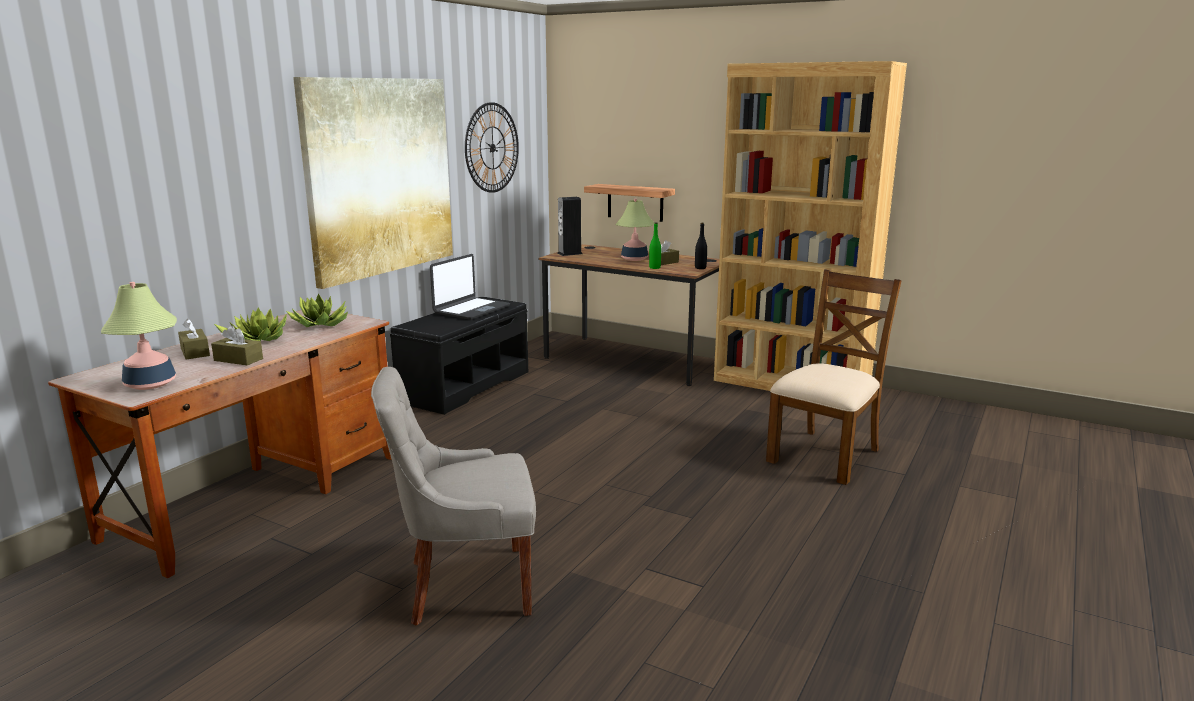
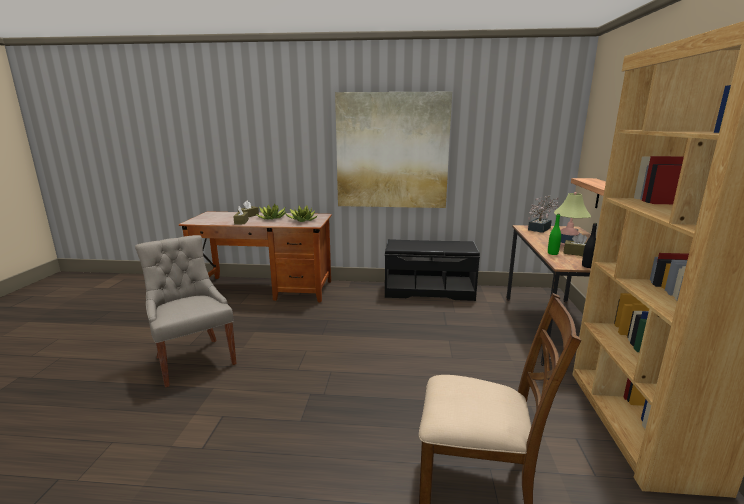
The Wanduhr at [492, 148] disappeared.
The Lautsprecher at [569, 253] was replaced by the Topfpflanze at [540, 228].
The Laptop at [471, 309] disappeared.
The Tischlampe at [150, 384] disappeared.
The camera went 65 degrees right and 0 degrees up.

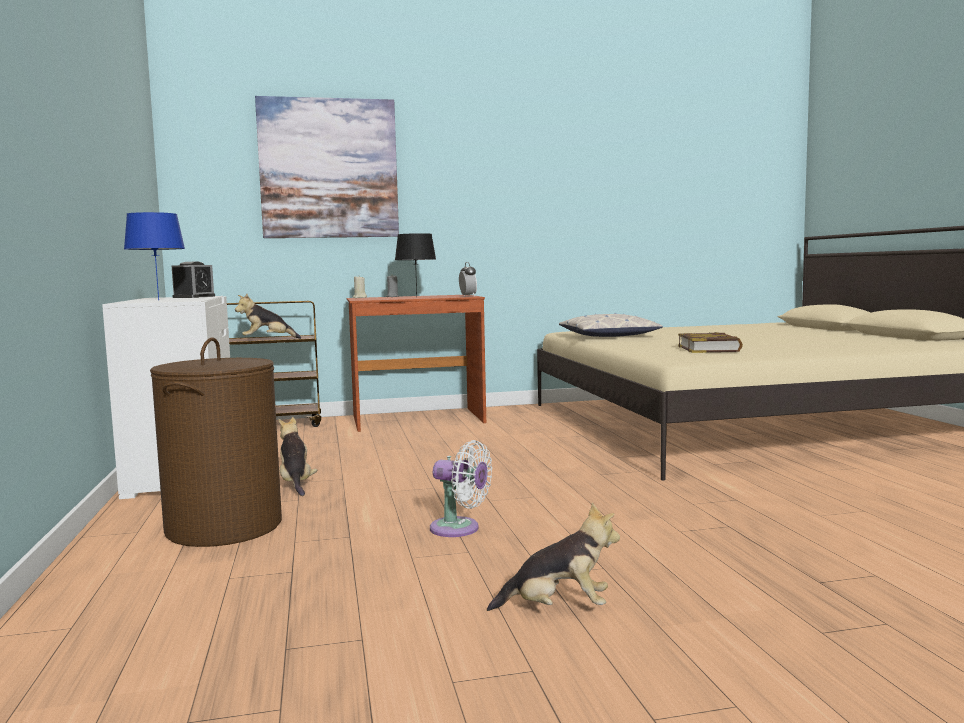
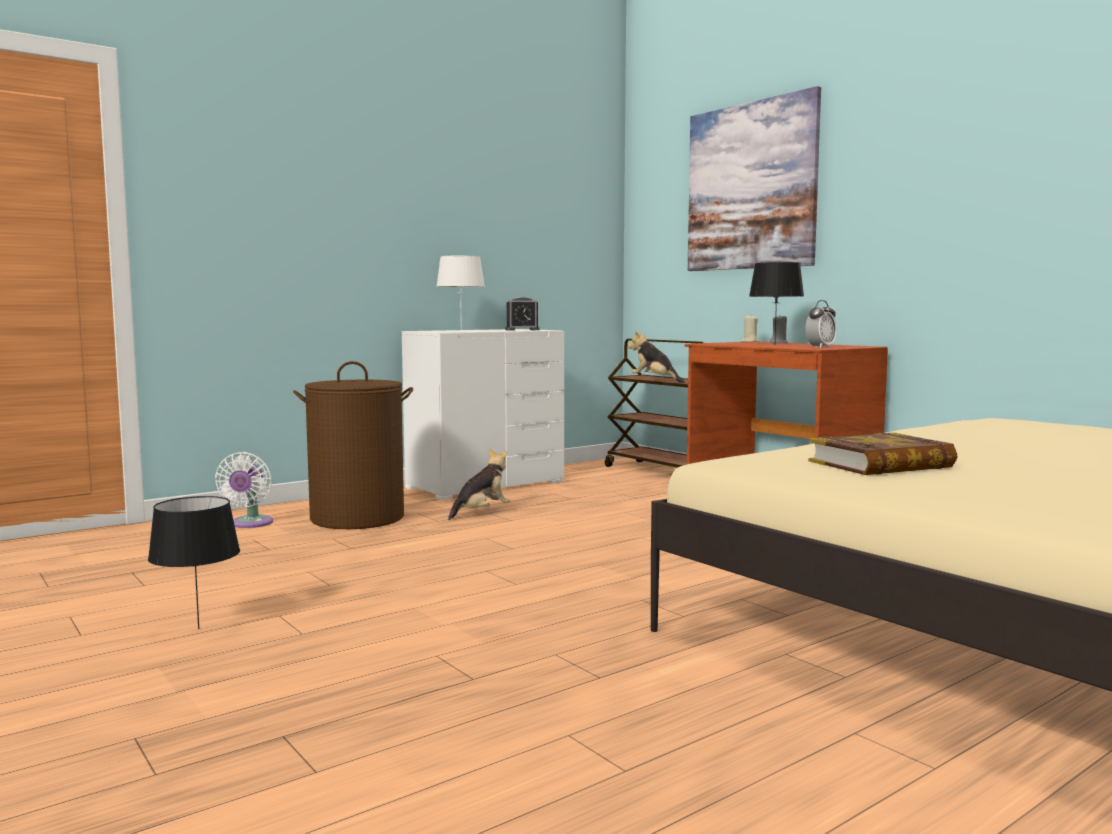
The Tischlampe [blau] at [159, 300] became the Tischlampe [weiß] at [461, 330].
The Kissen at [608, 336] disappeared.
The Ventilator [weiß] moved from [459, 529] to [250, 524].
The Plüschtier at [558, 608] was replaced by the Tischlampe [schwarz] at [198, 628].
The camera went 65 degrees right and 0 degrees up.

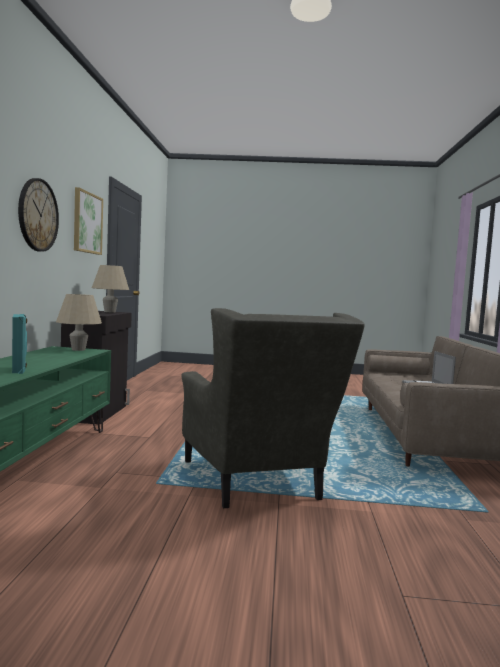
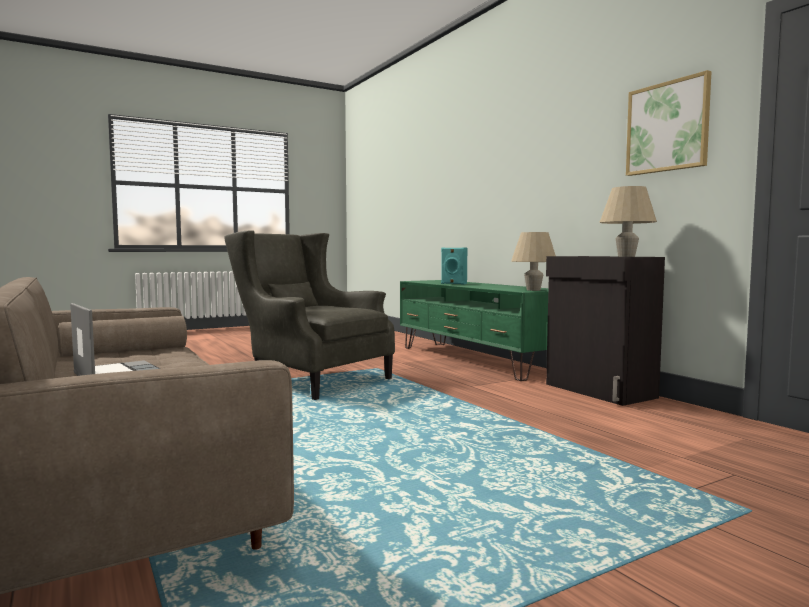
The Wanduhr at [38, 215] disappeared.
The camera went 145 degrees right and 0 degrees up.

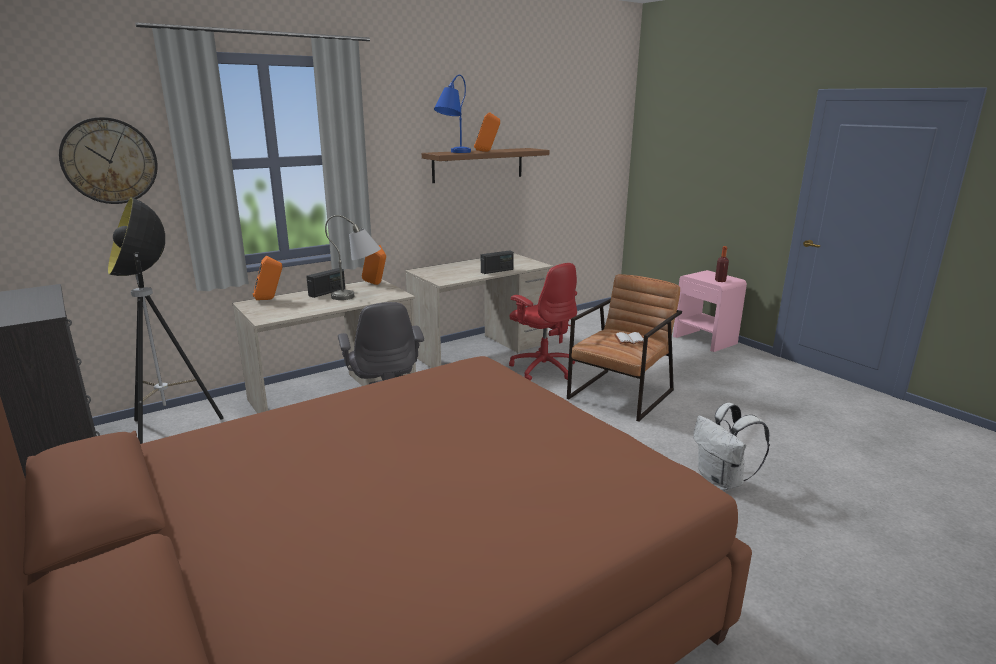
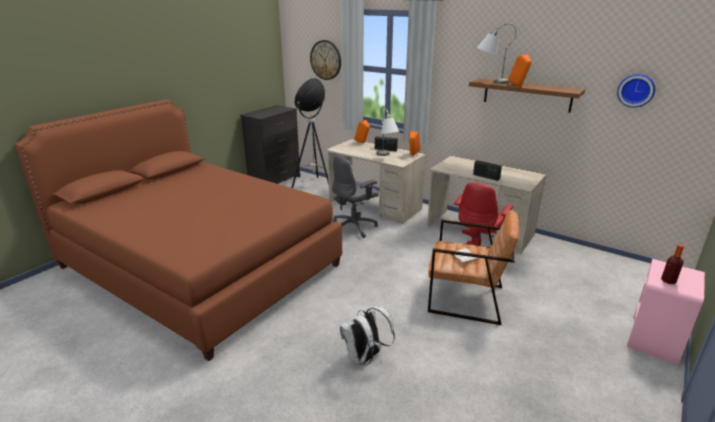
The Tischlampe [blau] at [453, 153] became the Tischlampe [grau] at [490, 82].
The Wanduhr at [636, 90] appeared.
The camera went 70 degrees right and 5 degrees up.

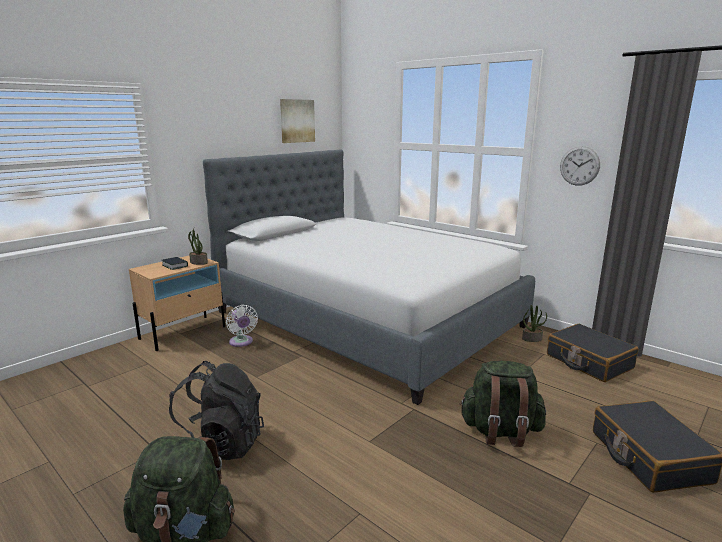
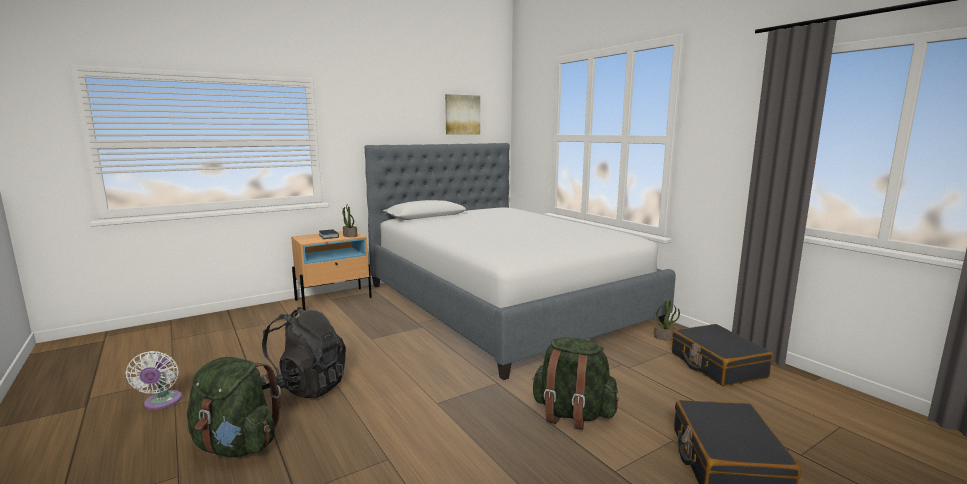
The Wanduhr at [579, 166] disappeared.
The Ventilator [weiß] moved from [241, 342] to [162, 402].
The camera went 15 degrees right and 5 degrees down.

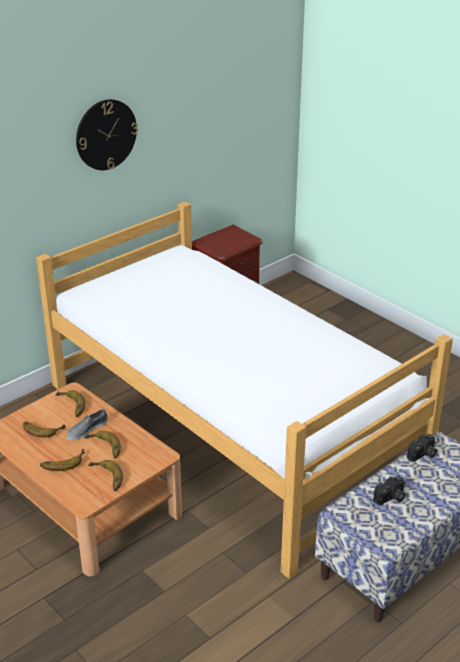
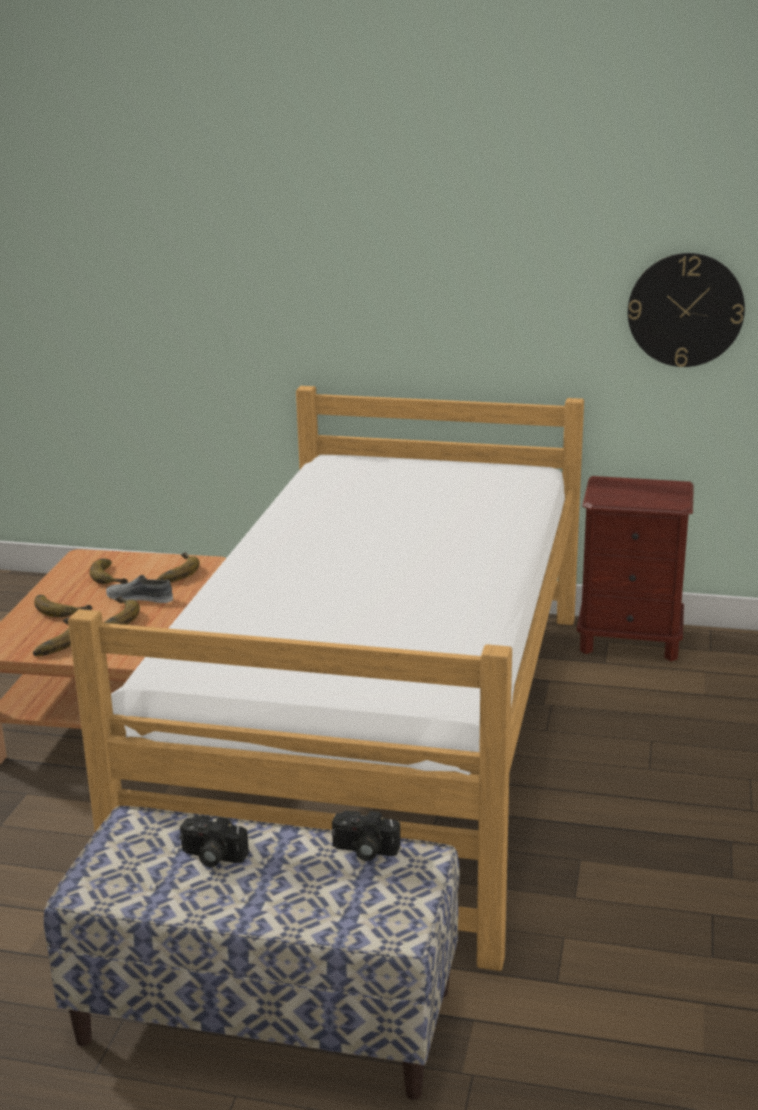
The Wanduhr moved from [106, 134] to [685, 310].
The camera went 55 degrees right and 10 degrees down.

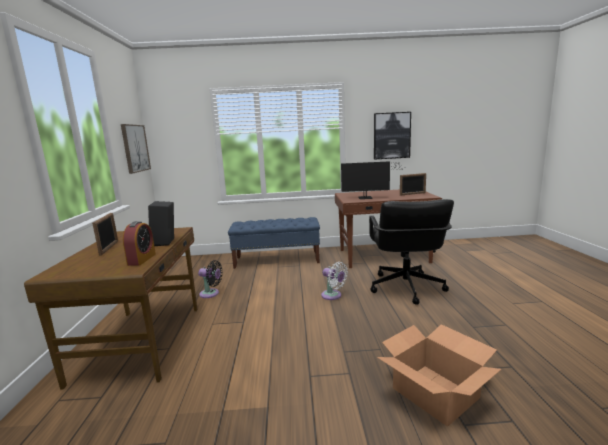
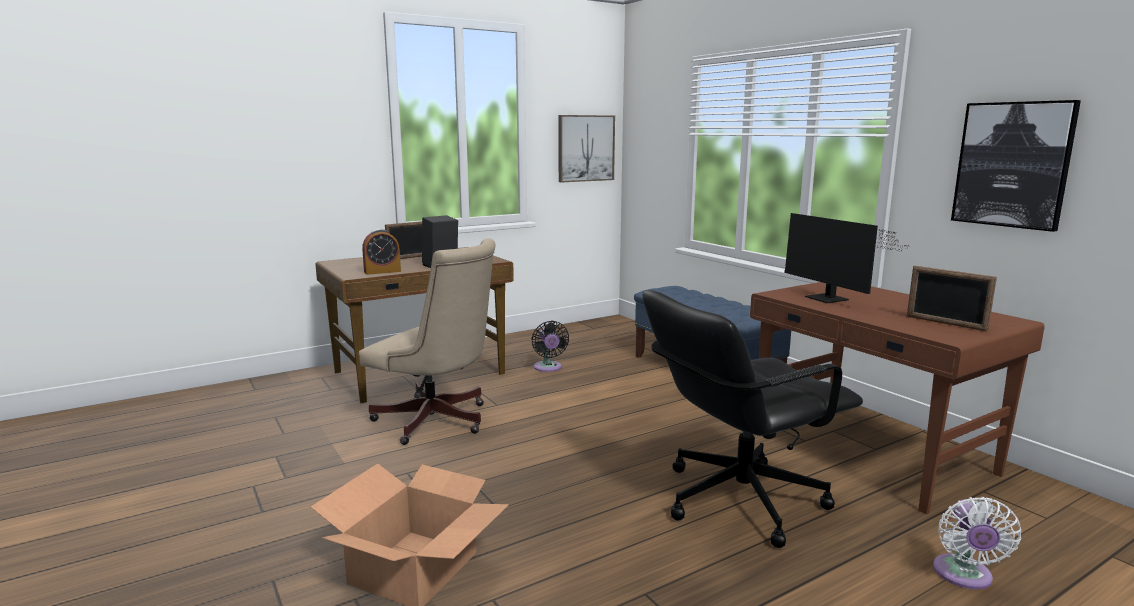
The Ventilator [weiß] moved from [333, 296] to [964, 576].
The Bürostuhl [beige] at [437, 422] appeared.
The camera went 60 degrees right and 0 degrees up.

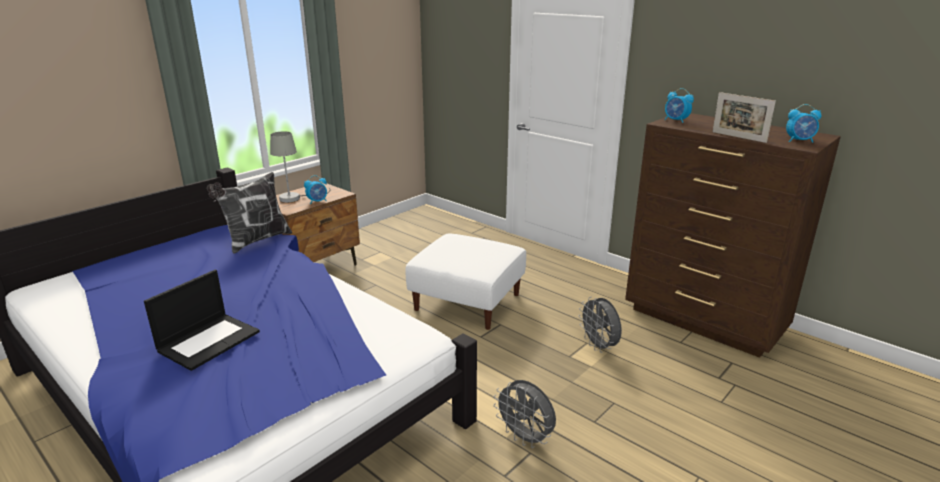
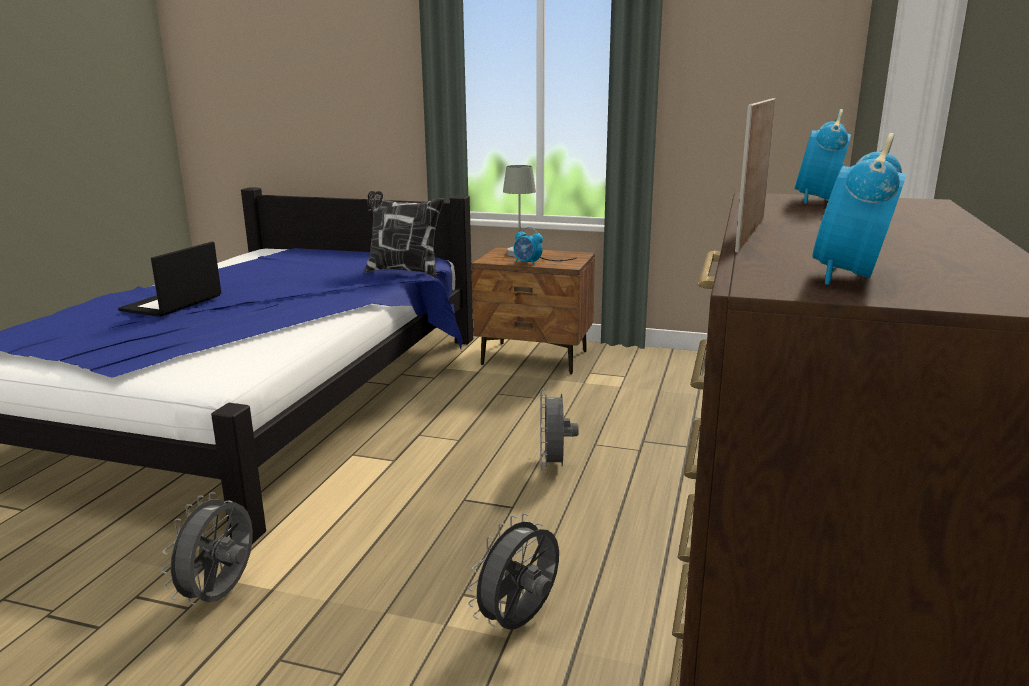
The Wecker at [799, 141] turned 45 degrees clockwise.
The Polsterhocker [weiß] at [468, 302] was replaced by the Ventilator [grau] at [554, 466].
The Laptop at [209, 340] turned 105 degrees clockwise.
The camera went 65 degrees right and 5 degrees down.

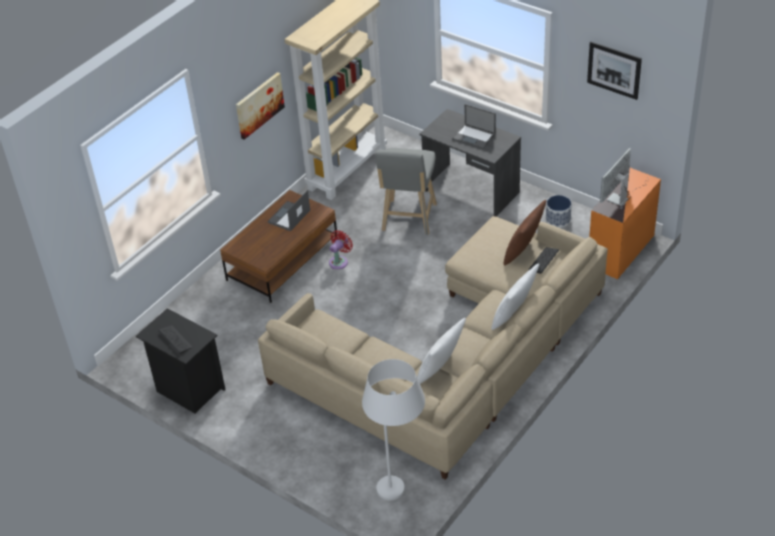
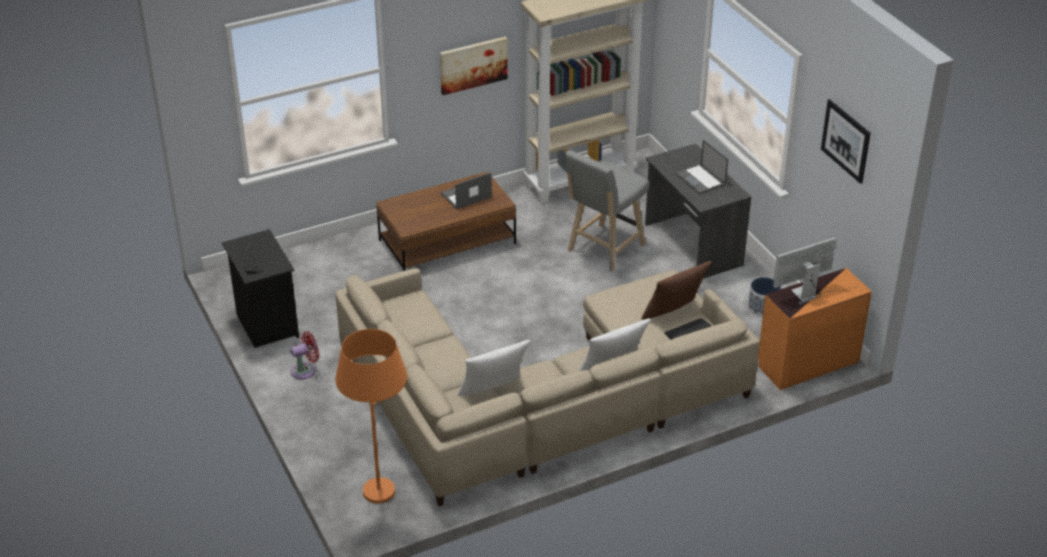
The Ventilator [rot] moved from [339, 261] to [305, 370].
The Stehlampe [weiß] at [400, 498] became the Stehlampe [orange] at [381, 504].
The camera went 25 degrees right and 5 degrees down.

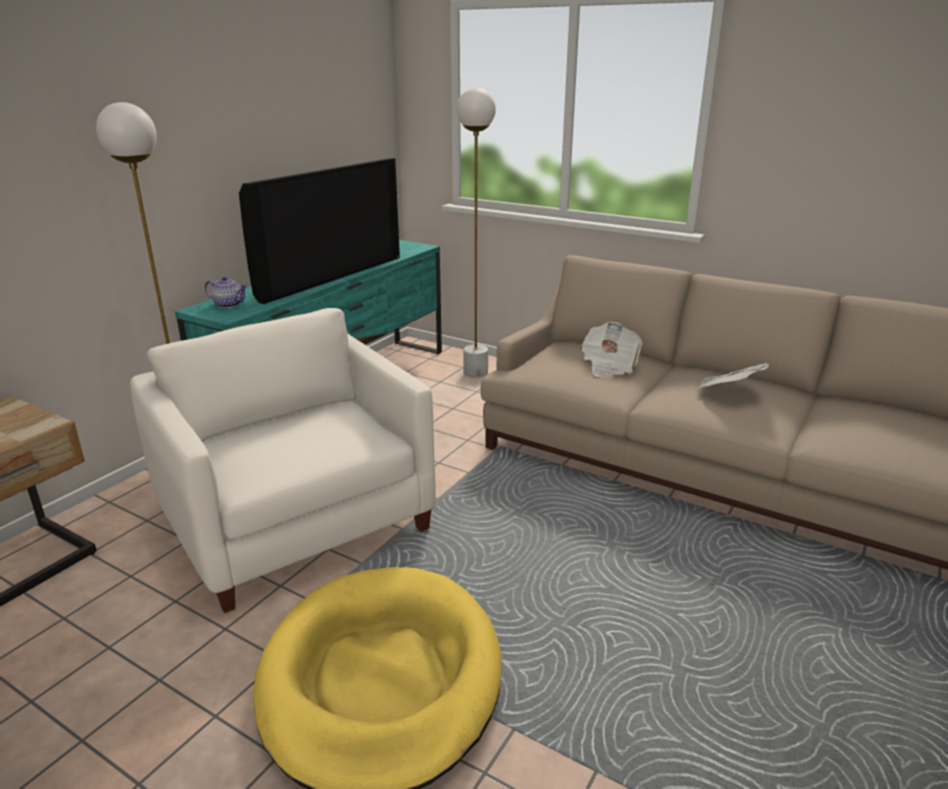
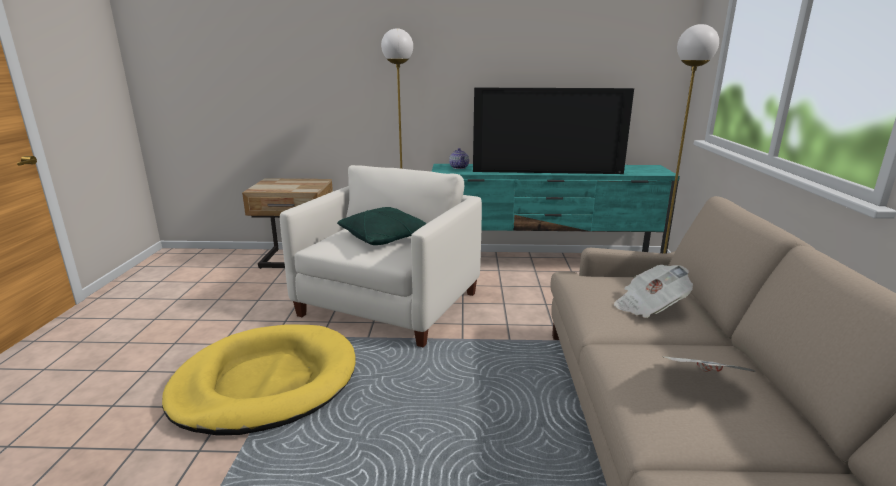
The Kissen [grün] at [385, 238] appeared.
The camera went 60 degrees right and 5 degrees down.

